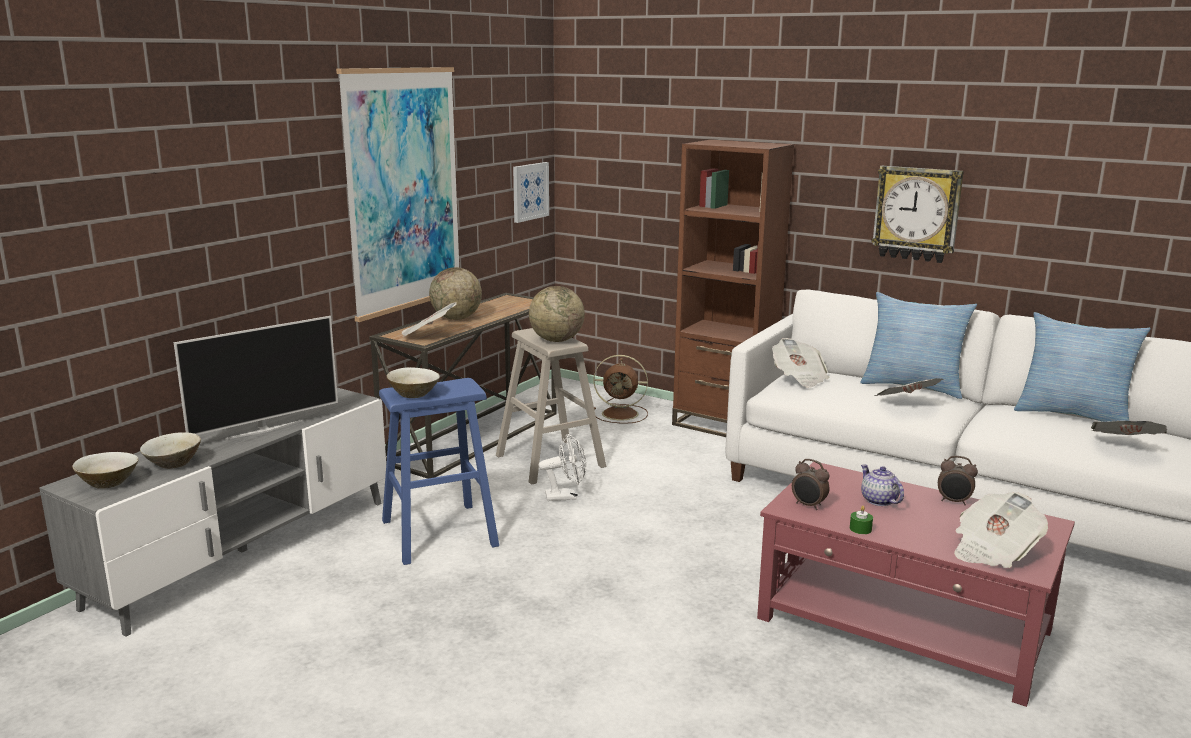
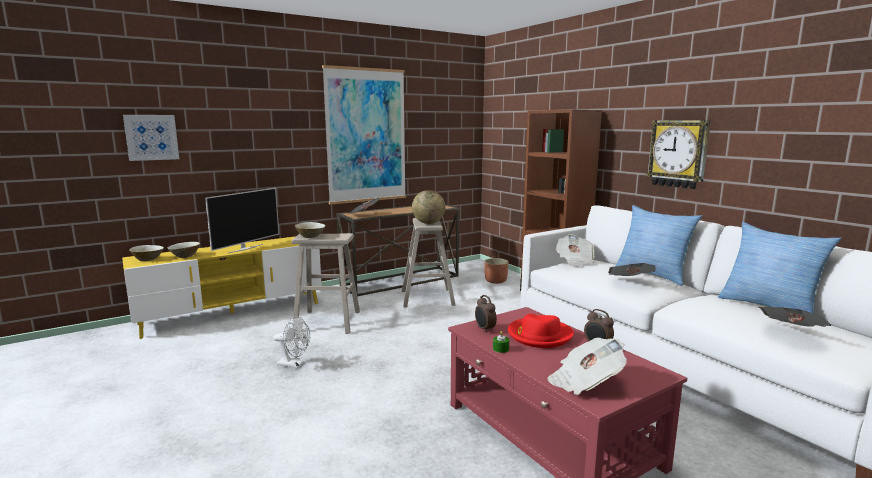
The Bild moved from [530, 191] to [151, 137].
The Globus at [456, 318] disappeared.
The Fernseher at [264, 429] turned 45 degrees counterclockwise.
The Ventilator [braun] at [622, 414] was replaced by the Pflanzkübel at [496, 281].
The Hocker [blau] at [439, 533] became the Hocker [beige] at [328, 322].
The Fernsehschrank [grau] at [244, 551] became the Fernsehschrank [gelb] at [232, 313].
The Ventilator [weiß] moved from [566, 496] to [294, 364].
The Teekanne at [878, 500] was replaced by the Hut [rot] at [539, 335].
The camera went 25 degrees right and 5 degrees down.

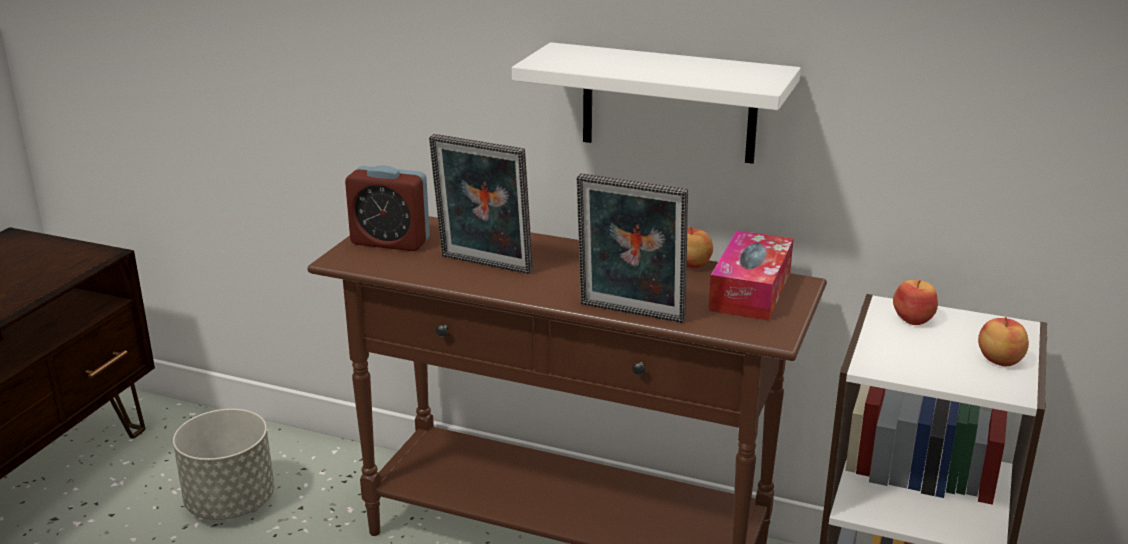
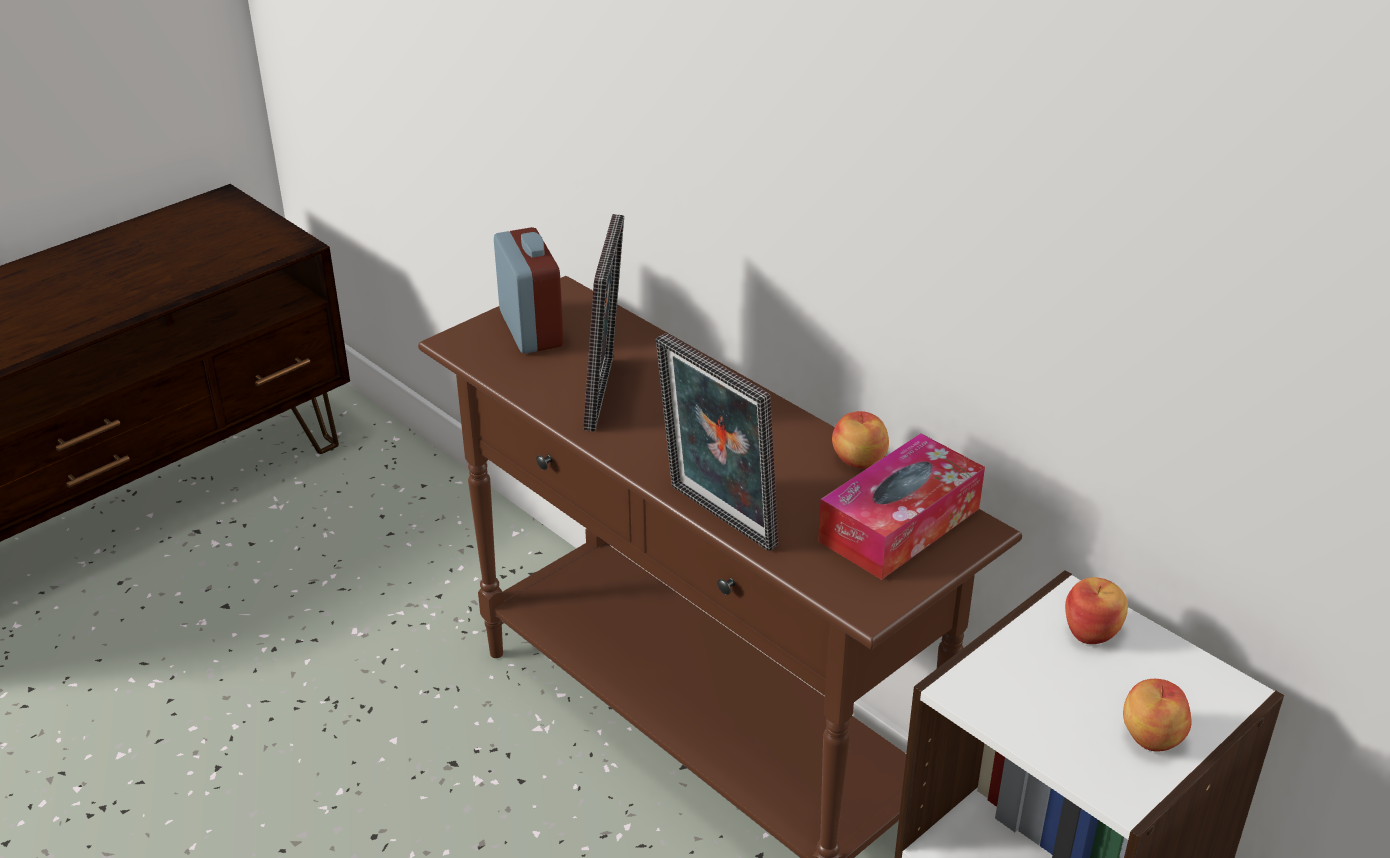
The Wandregal [weiß] at [668, 103] disappeared.
The Bilderrahmen at [483, 266] turned 135 degrees counterclockwise.
The Wecker at [390, 242] turned 150 degrees counterclockwise.
The Pflanzkübel [grau] at [230, 503] disappeared.
The camera went 25 degrees right and 10 degrees up.

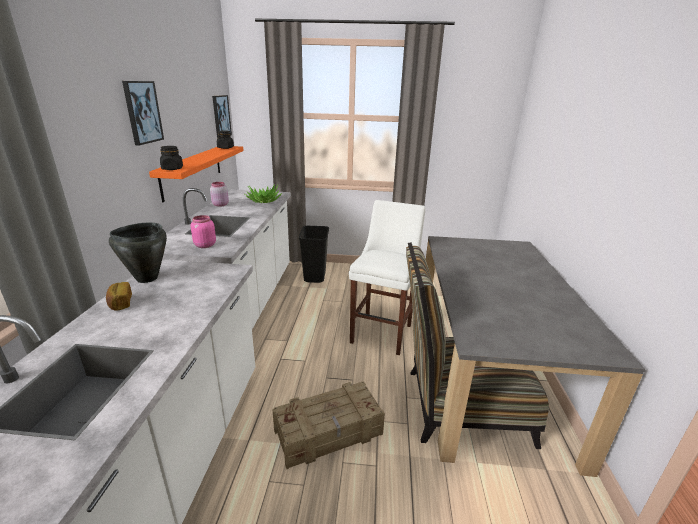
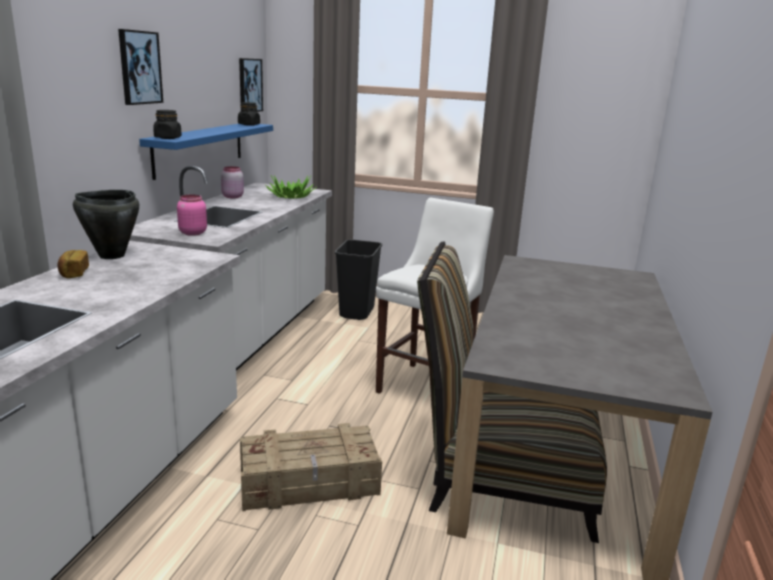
The Wandregal [orange] at [192, 171] became the Wandregal [blau] at [200, 148].
The camera went 10 degrees right and 5 degrees down.

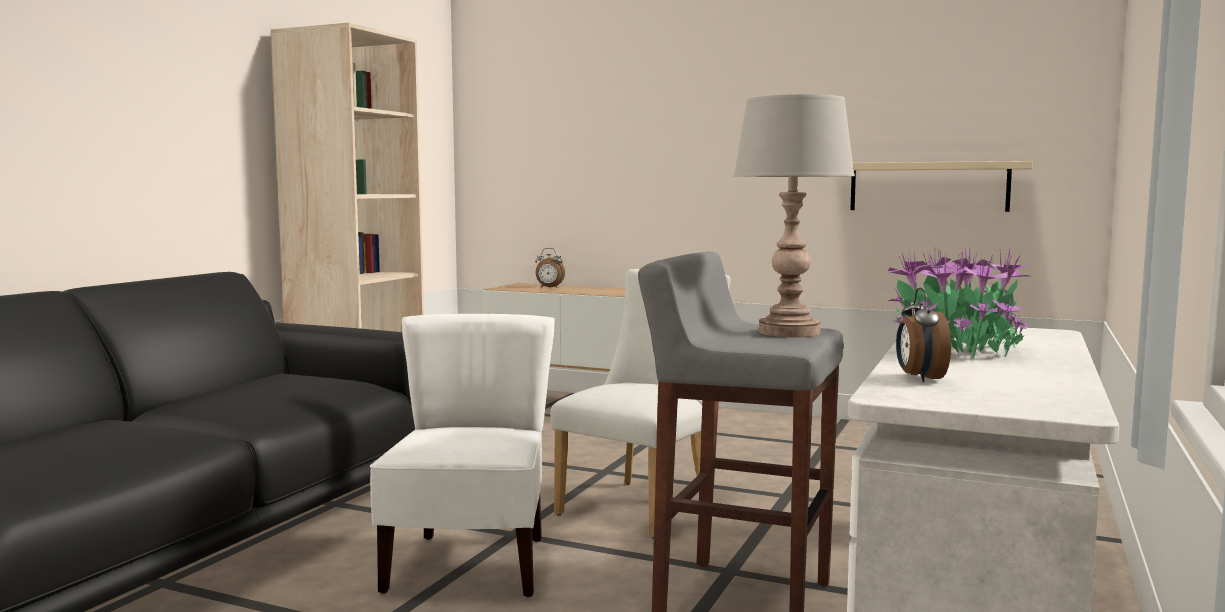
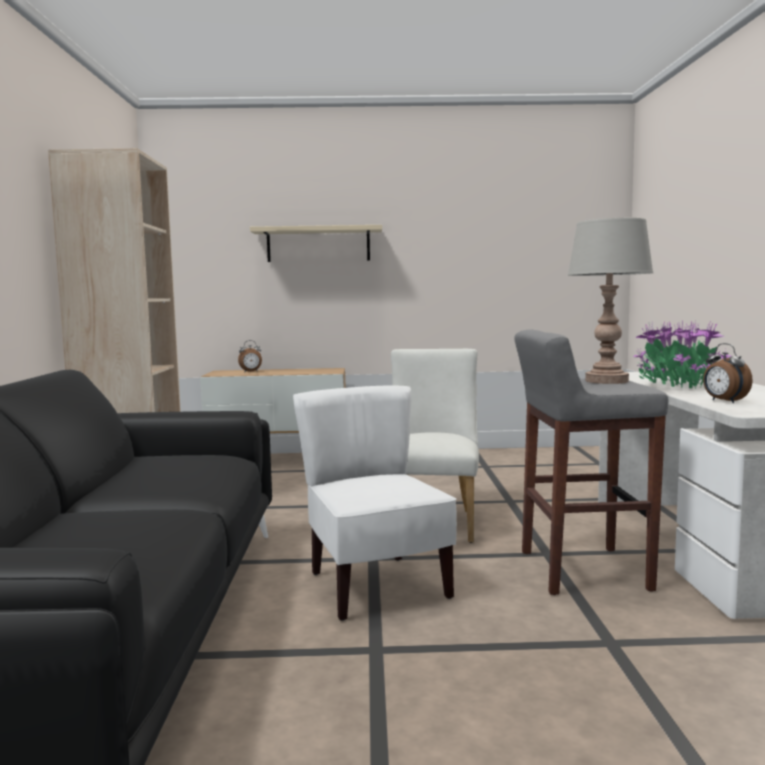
The Wandregal [beige] moved from [928, 187] to [318, 244].
The camera went 25 degrees left and 0 degrees up.

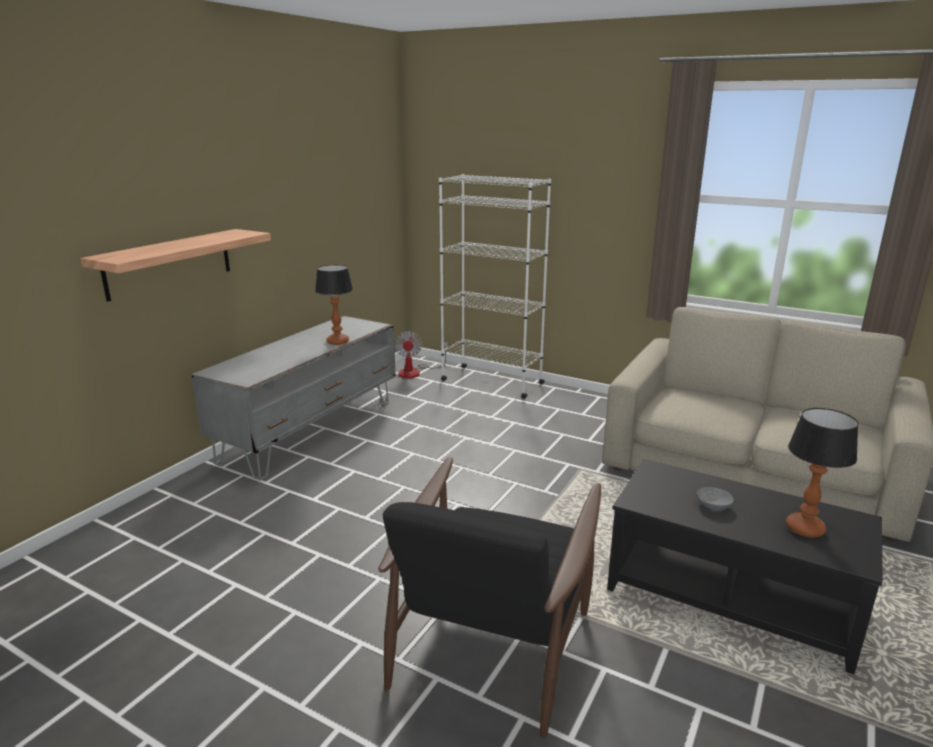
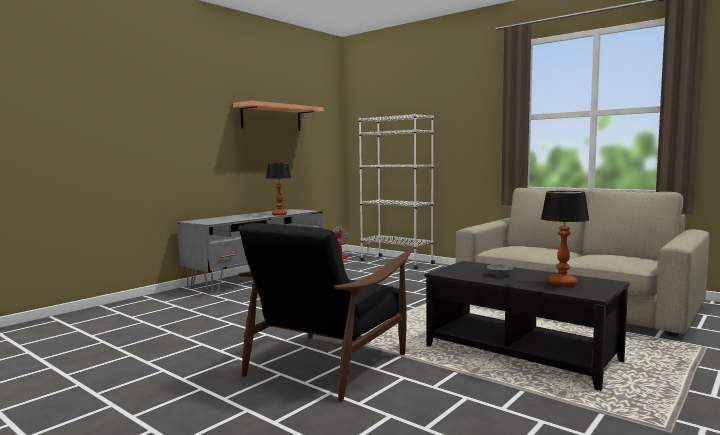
The Wandregal moved from [169, 263] to [271, 117].
The camera went 10 degrees right and 15 degrees down.

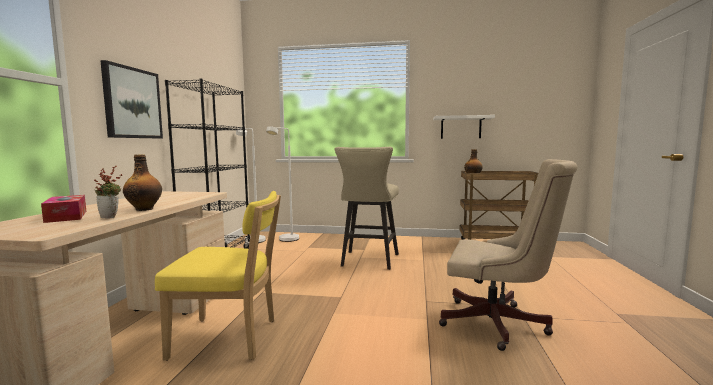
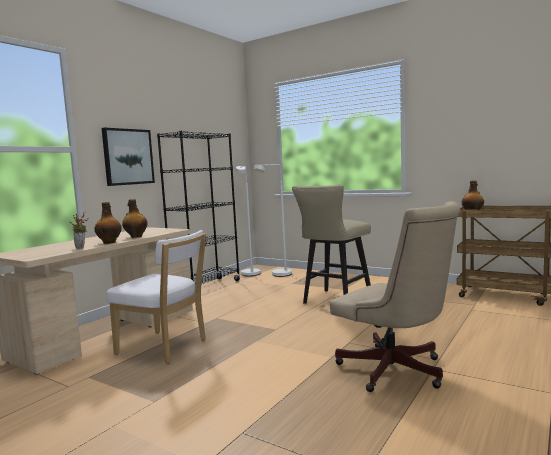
The Wandregal [weiß] at [461, 127] disappeared.
The Stuhl [gelb] at [230, 339] became the Stuhl [weiß] at [165, 348].
The Taschentuchbox at [66, 216] disappeared.
The Flasche at [136, 236] appeared.
The camera went 25 degrees right and 0 degrees up.

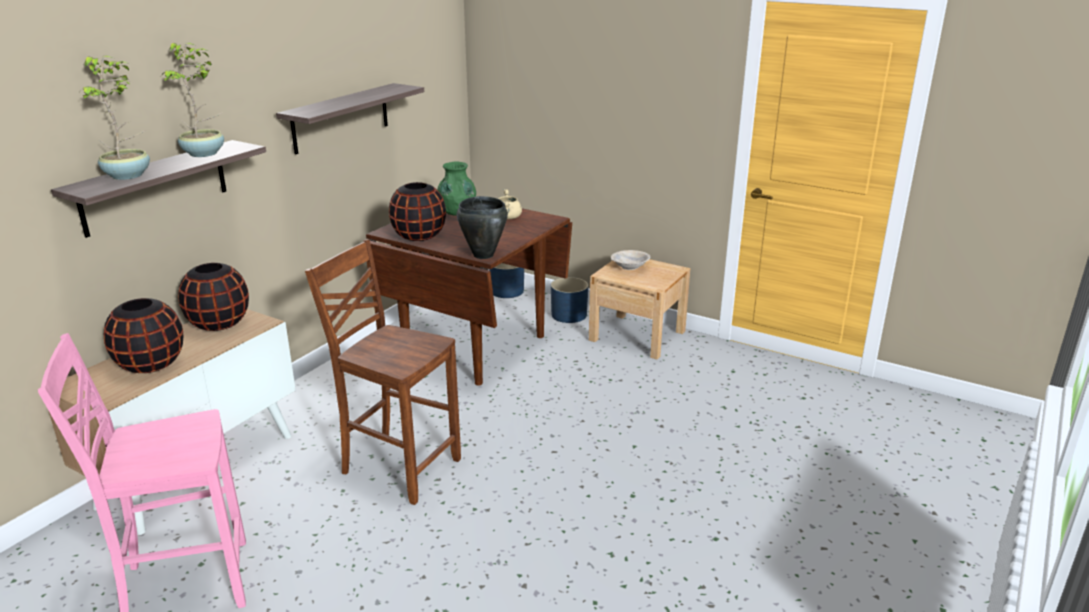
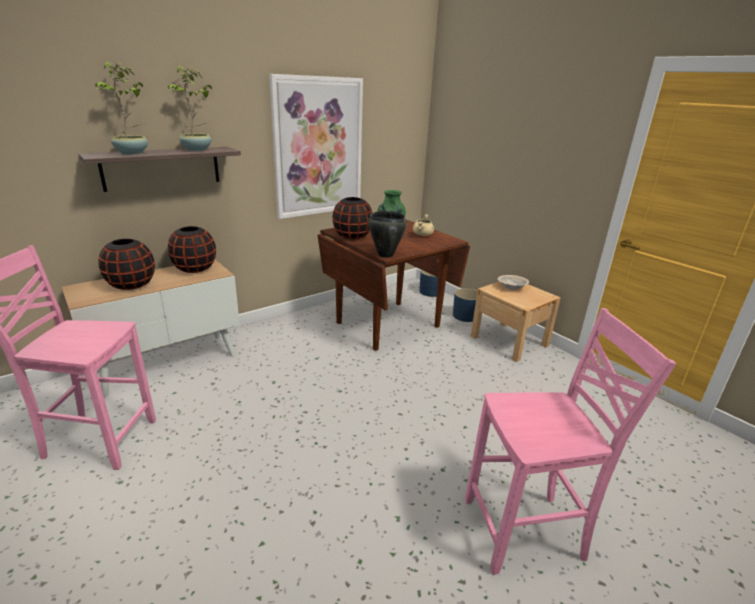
The Wandregal at [341, 118] was replaced by the Bild at [318, 148].
The Stuhl [braun] at [399, 466] disappeared.
The Stuhl [rosa] at [526, 531] appeared.
The camera went 20 degrees right and 0 degrees up.

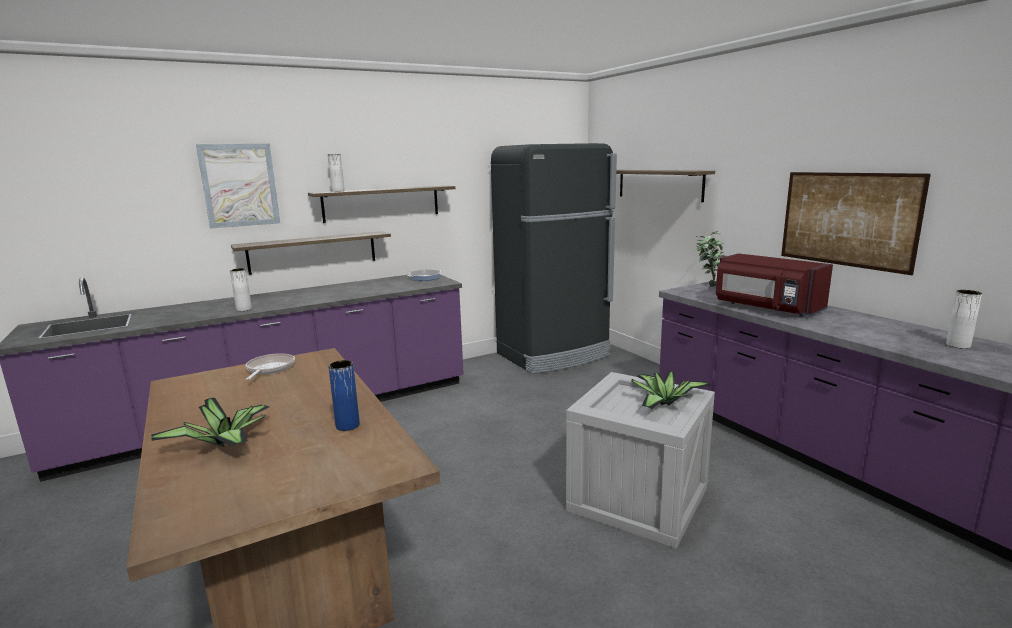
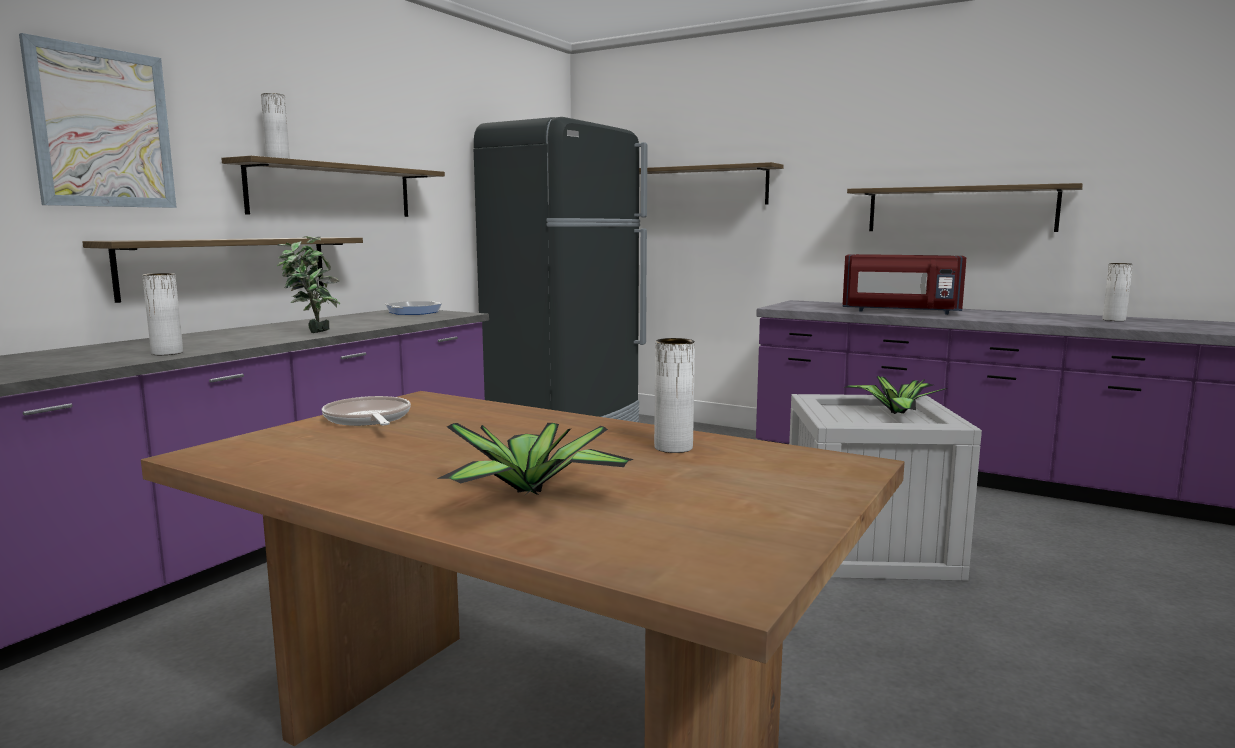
The Bild at [847, 219] was replaced by the Wandregal at [960, 209].
The Topfpflanze moved from [708, 285] to [311, 332].
The Vase [blau] at [347, 425] became the Vase [weiß] at [673, 448].
The camera went 30 degrees left and 5 degrees down.

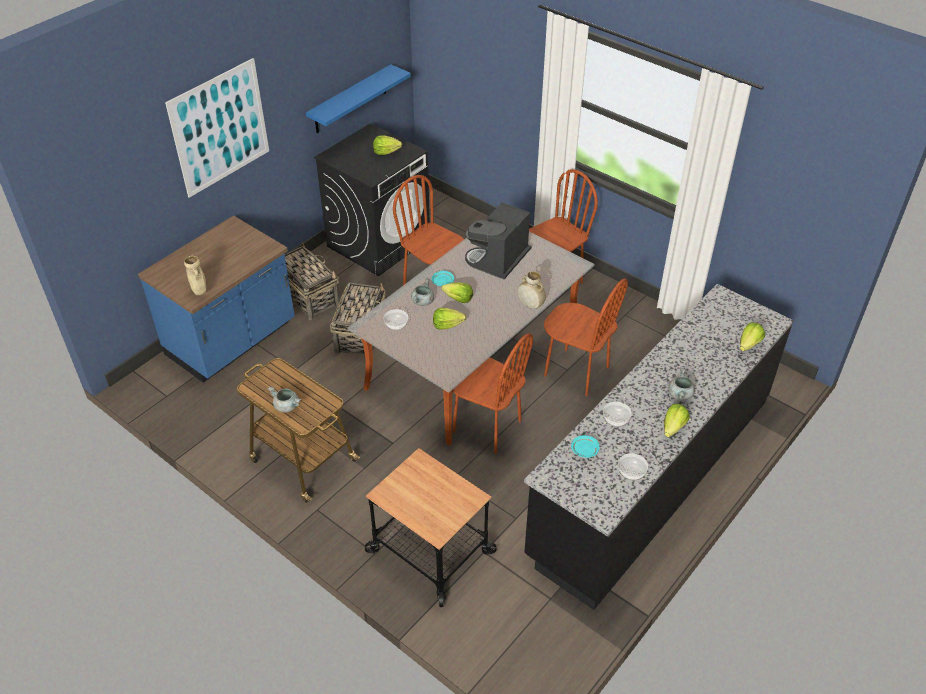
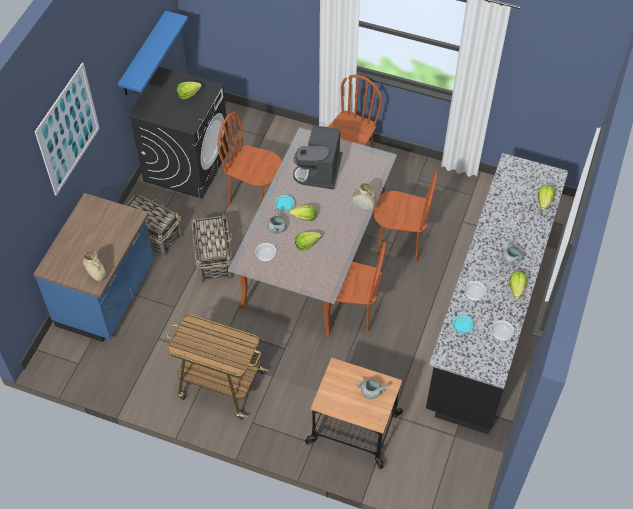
The Kochtopf [grau] moved from [287, 406] to [371, 391].
The camera went 20 degrees left and 10 degrees up.

